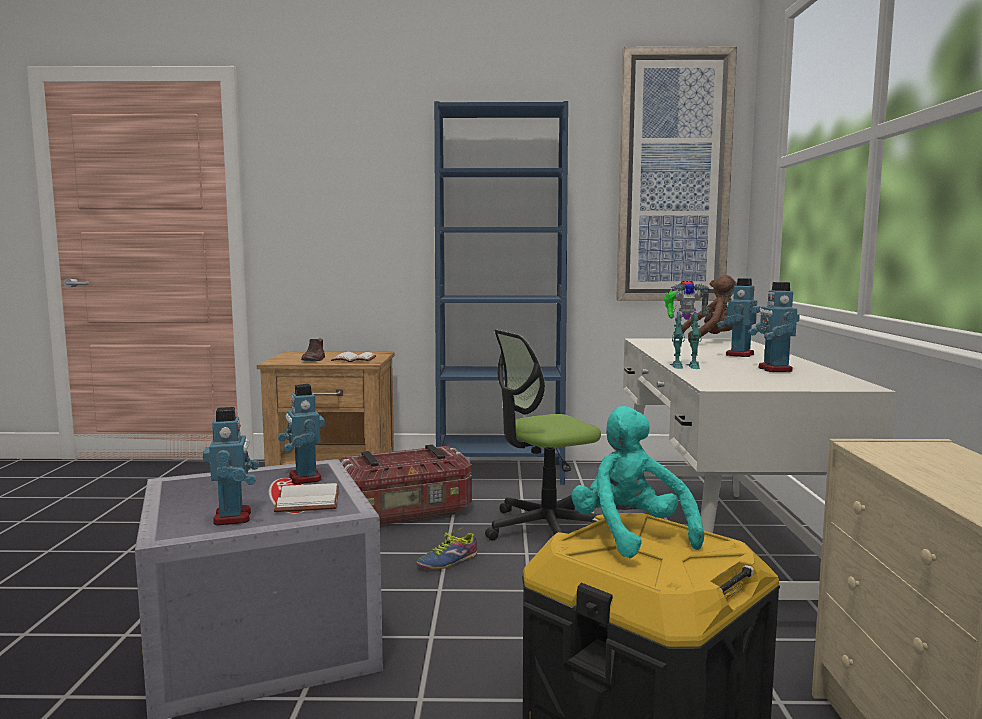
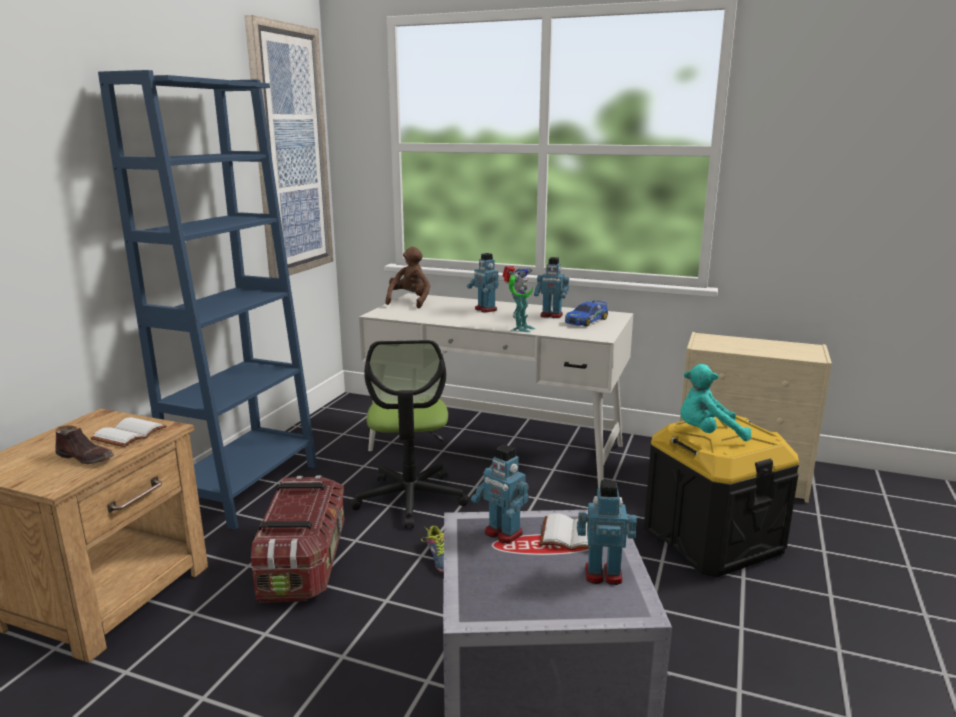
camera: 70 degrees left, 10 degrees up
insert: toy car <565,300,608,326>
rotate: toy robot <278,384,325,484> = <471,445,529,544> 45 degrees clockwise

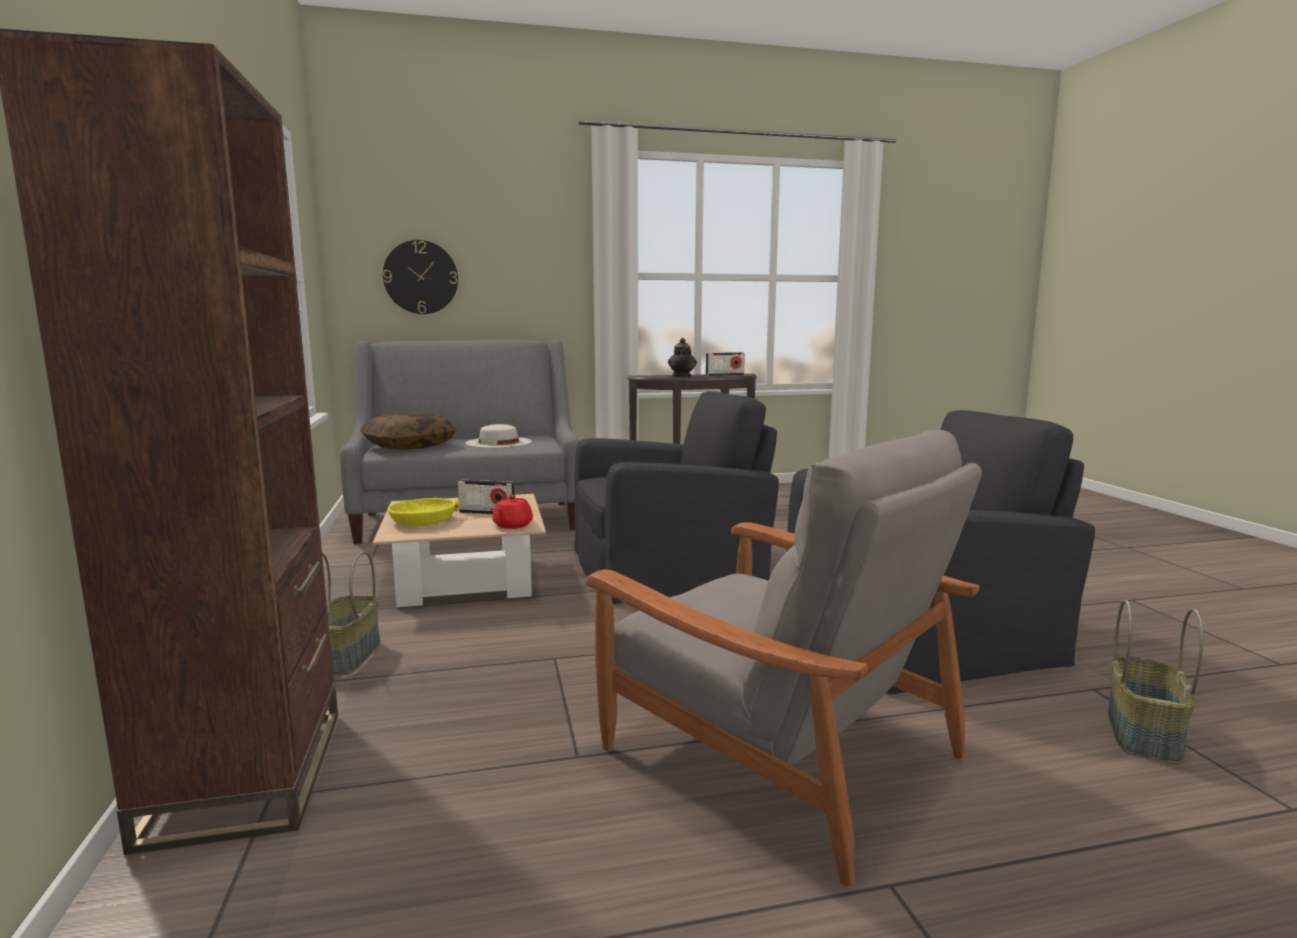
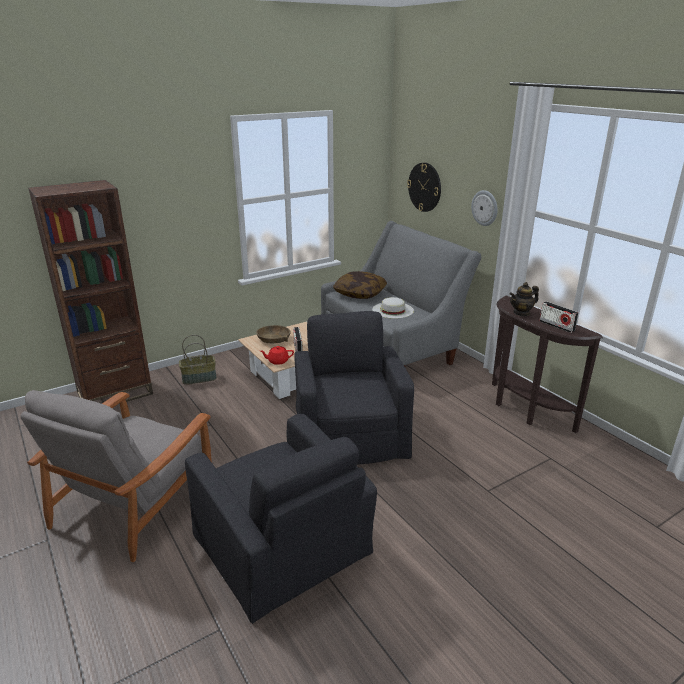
camera: 70 degrees right, 15 degrees up
delete: basket <1108,600,1203,764>
insert: wall clock <471,190,498,226>
recolor: bowl (yellow) <387,498,460,527> to bowl (brown) <256,325,290,343>
rotate: armchair (black) <574,391,779,604> = <294,311,414,465> 150 degrees counterclockwise

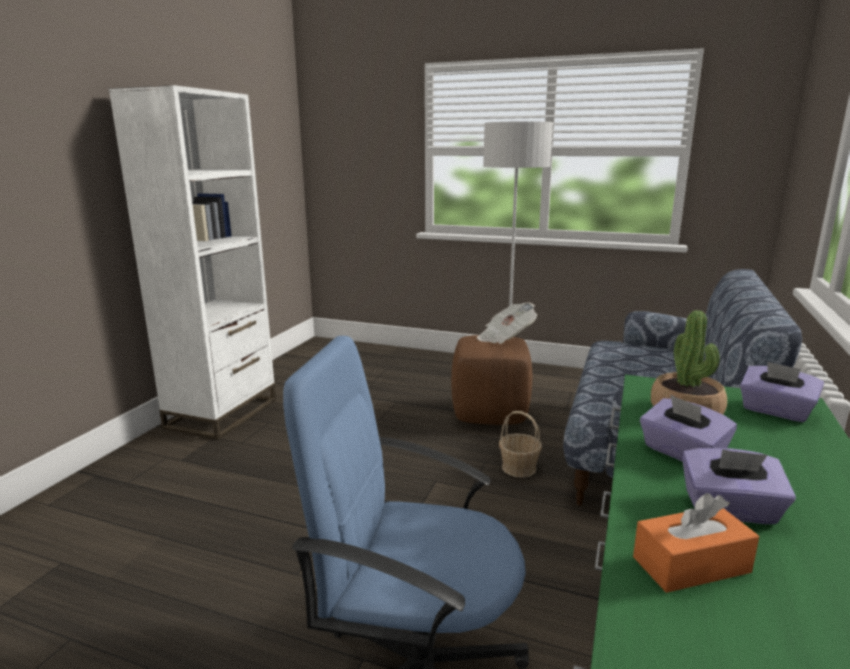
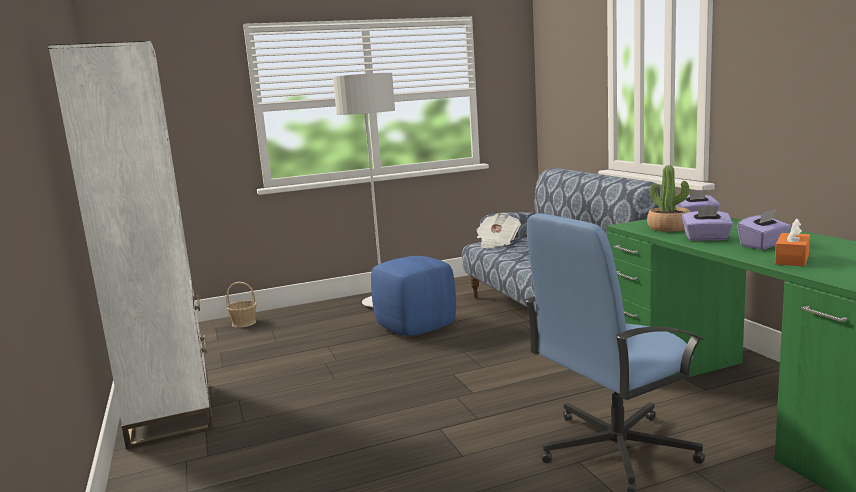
camera: 40 degrees left, 5 degrees down
move: newspaper <477,303,537,344> to <477,213,521,248>; basket <499,411,542,477> to <226,282,257,328>
recolor: ottoman (brown) <451,335,532,425> to ottoman (blue) <371,256,456,336>

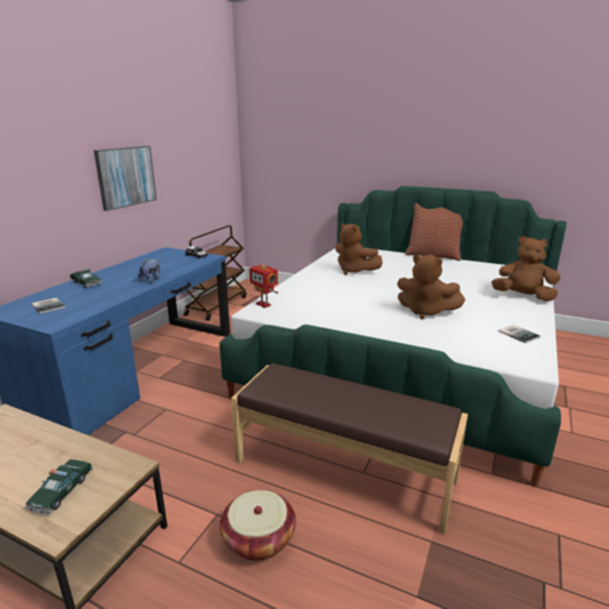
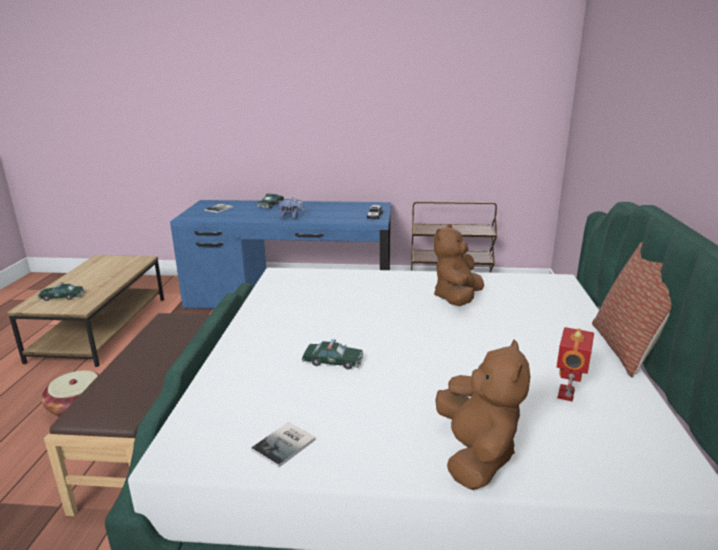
camera: 70 degrees right, 0 degrees up
delete: picture <94,146,157,211>
move: toy robot <249,264,278,308> to <557,327,594,402>
replace: plush toy (brown) <397,254,465,319> to toy car <302,339,363,369>

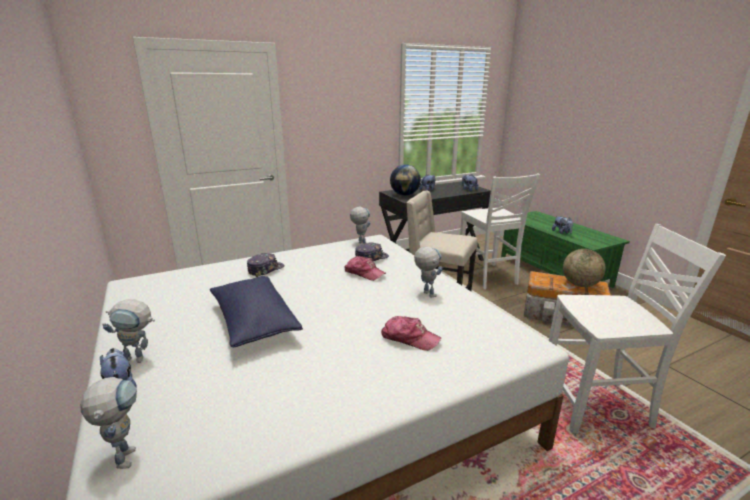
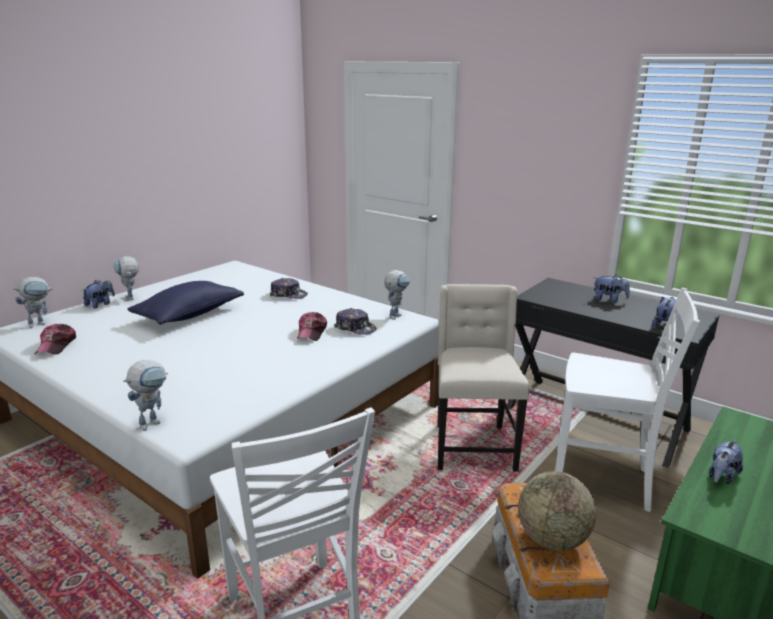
camera: 65 degrees right, 0 degrees up
delete: globe <390,164,421,196>
move: cap <381,316,441,351> to <35,324,76,354>; toy robot <414,246,443,297> to <123,360,168,431>
rotate: chair (white) <460,173,540,290> = <555,288,700,512> 120 degrees counterclockwise

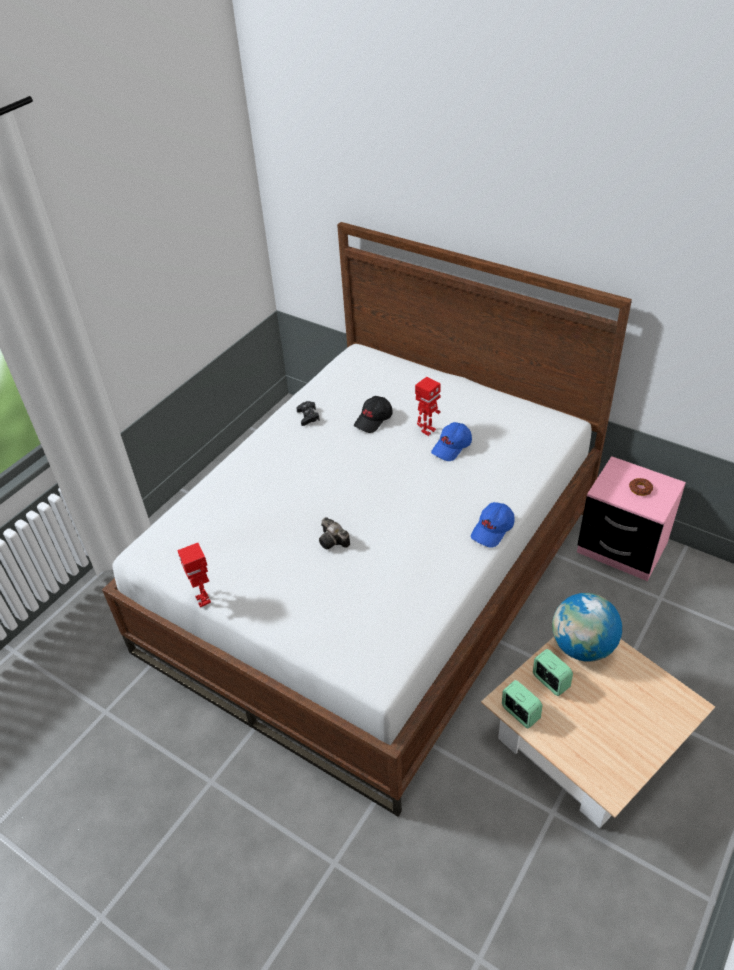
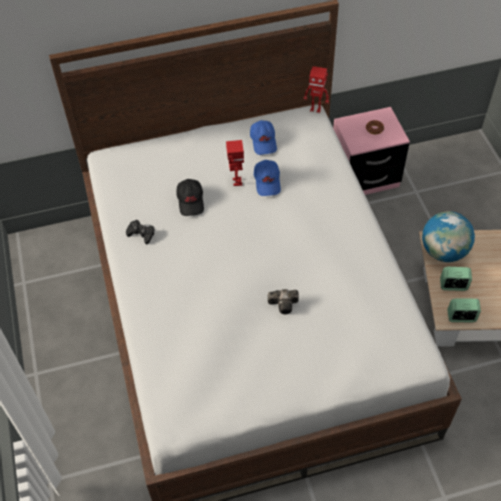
camera: 50 degrees left, 10 degrees up
move: toy robot <177,543,211,608> to <303,66,329,113>; cap (blue) <471,502,515,548> to <250,120,277,155>

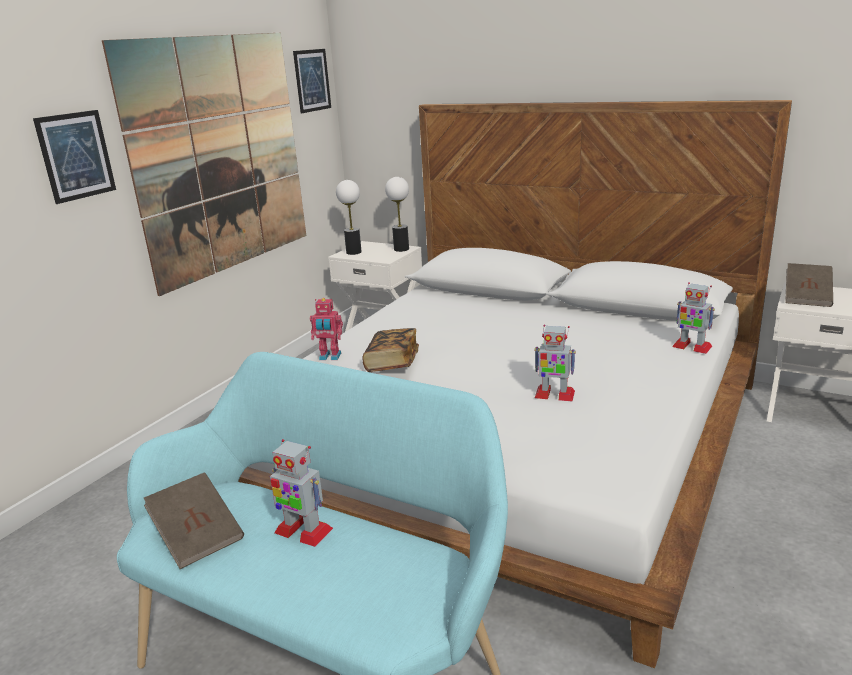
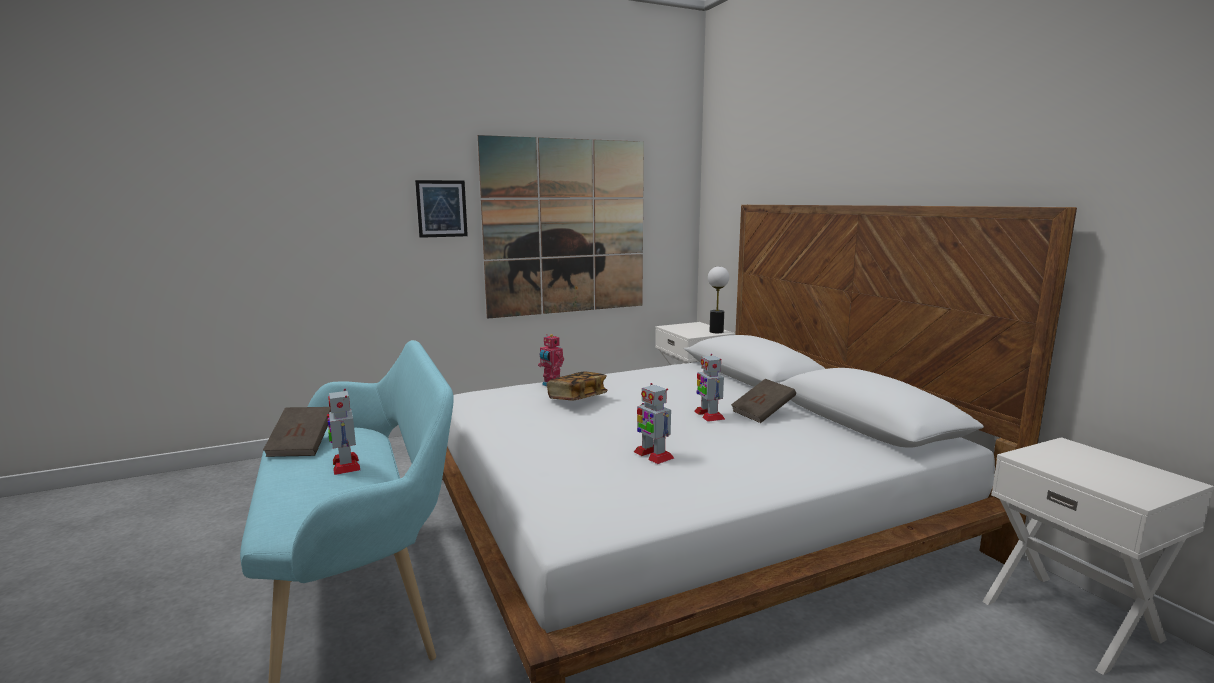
camera: 35 degrees right, 10 degrees down
delete: picture <293,49,331,113>; table lamp <336,180,362,255>
move: toy robot <672,282,715,354> to <695,354,725,422>; book (brown) <785,263,833,307> to <731,379,796,423>

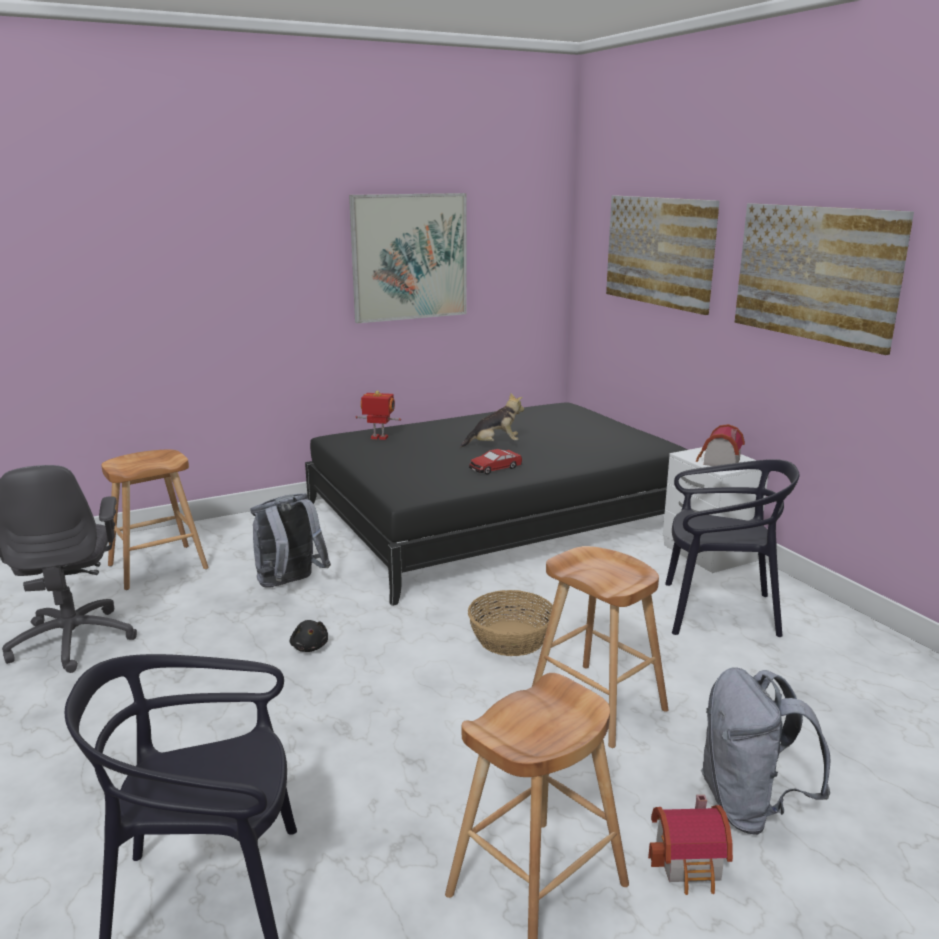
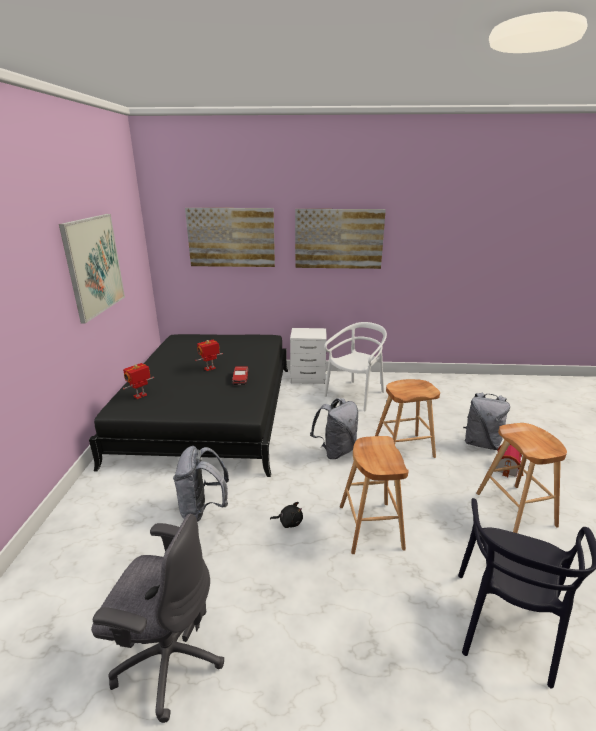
camera: 60 degrees left, 5 degrees up
delete: toy house <696,424,745,466>
move: stool (brown) <101,450,209,590> to <340,436,409,554>
replace: plush toy <460,393,524,448> to toy robot <195,340,223,371>; basket <468,590,553,656> to backpack (grey) <310,398,358,459>
recolor: chair (black) <665,459,799,637> to chair (white) <324,322,387,412>

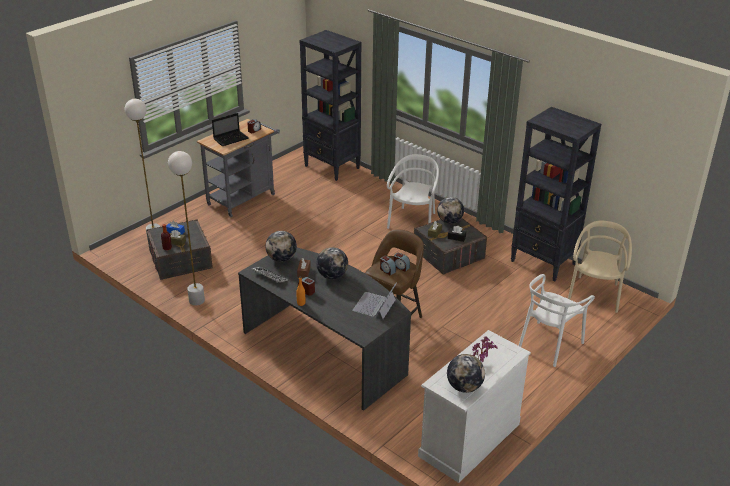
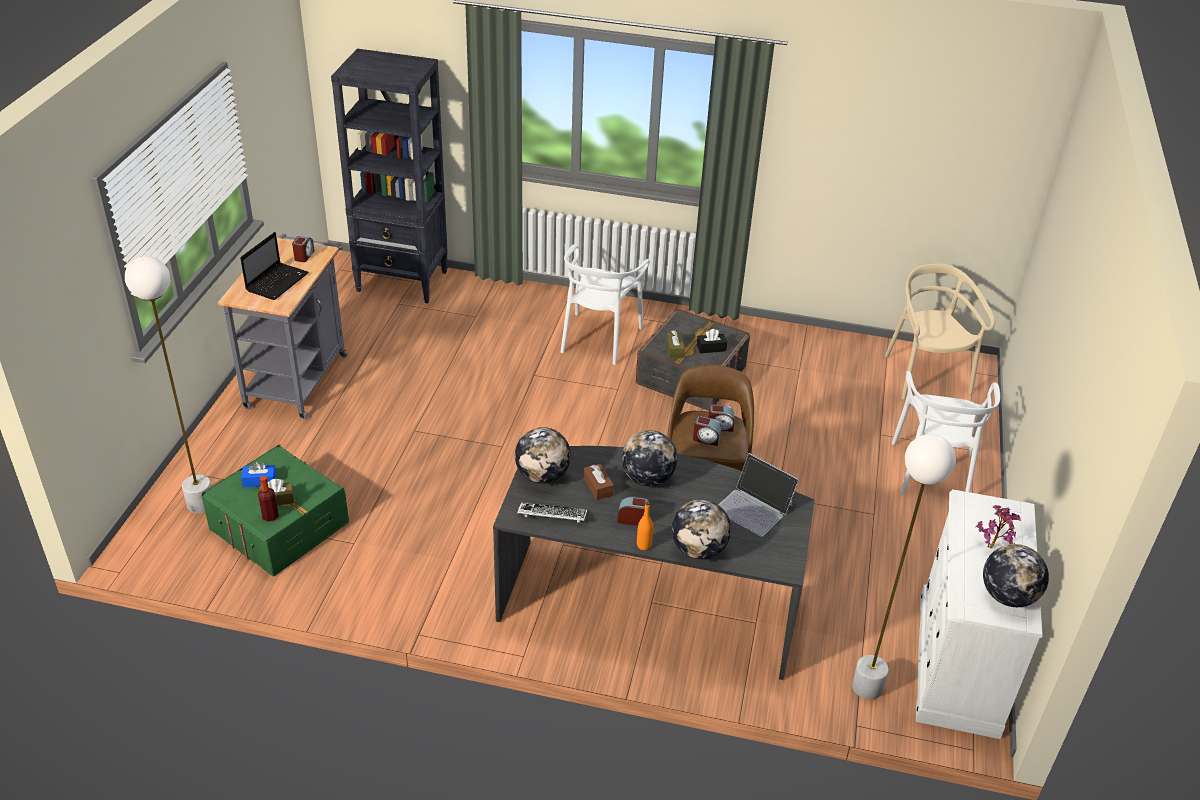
camera: 30 degrees left, 5 degrees up
delete: bookcase (black) <511,107,601,282>
move: floor lamp (white) <168,151,205,306> to <852,434,956,700>; globe <437,197,464,224> to <671,499,731,559>
recolor: storage box (grey) <146,219,213,280> to storage box (green) <202,444,349,577>
rotate: laptop <352,282,397,319> = <719,453,799,537> 45 degrees counterclockwise; chair (white) <387,154,439,229> = <561,244,650,365> 150 degrees counterclockwise

